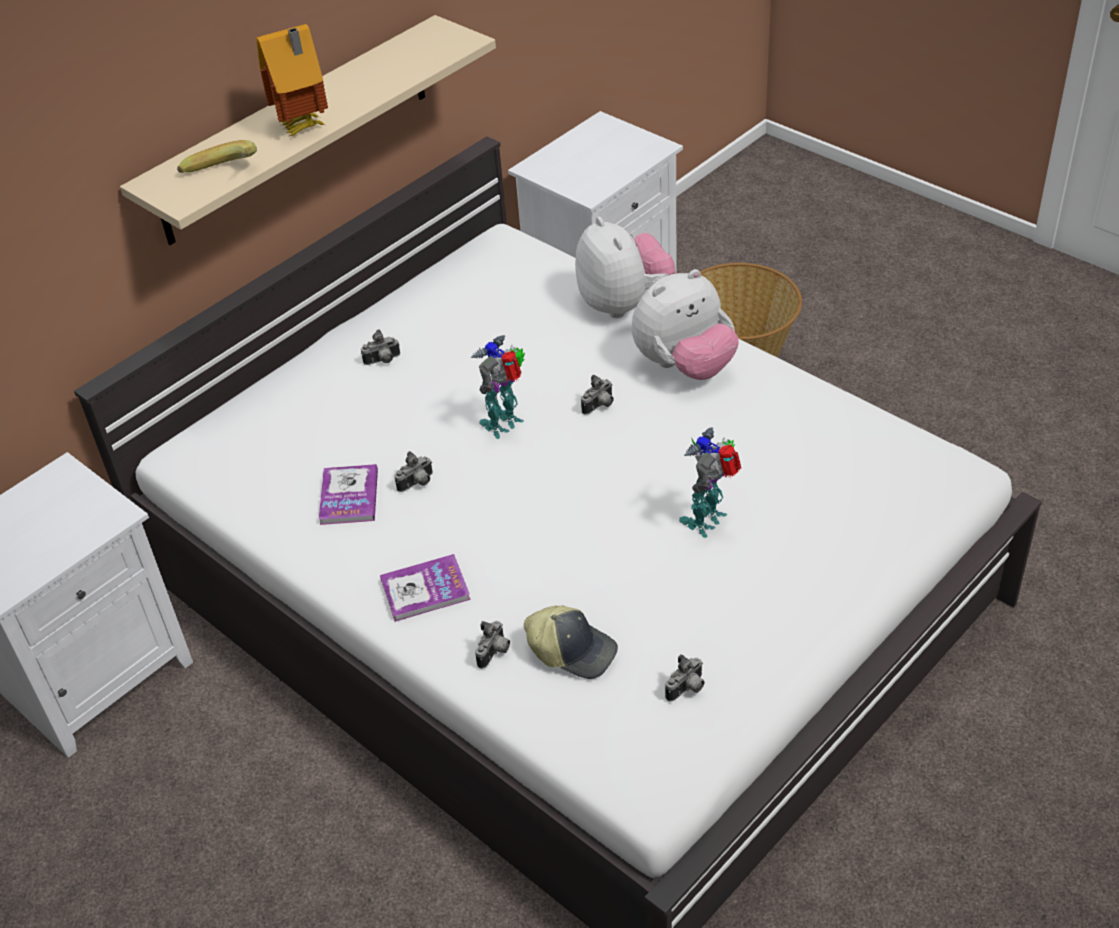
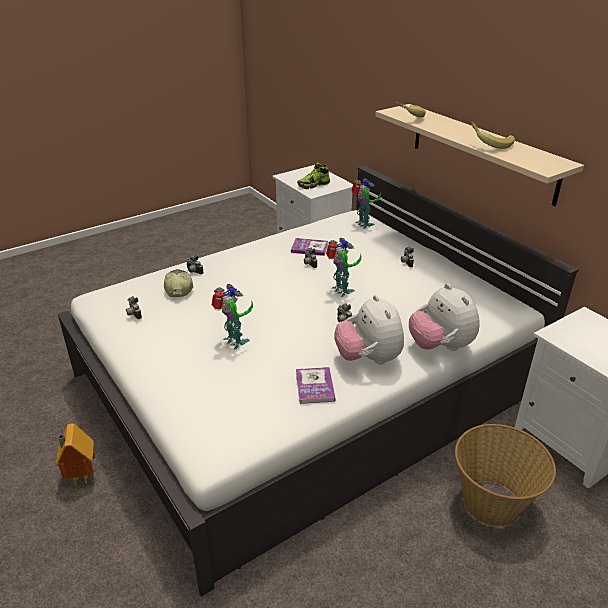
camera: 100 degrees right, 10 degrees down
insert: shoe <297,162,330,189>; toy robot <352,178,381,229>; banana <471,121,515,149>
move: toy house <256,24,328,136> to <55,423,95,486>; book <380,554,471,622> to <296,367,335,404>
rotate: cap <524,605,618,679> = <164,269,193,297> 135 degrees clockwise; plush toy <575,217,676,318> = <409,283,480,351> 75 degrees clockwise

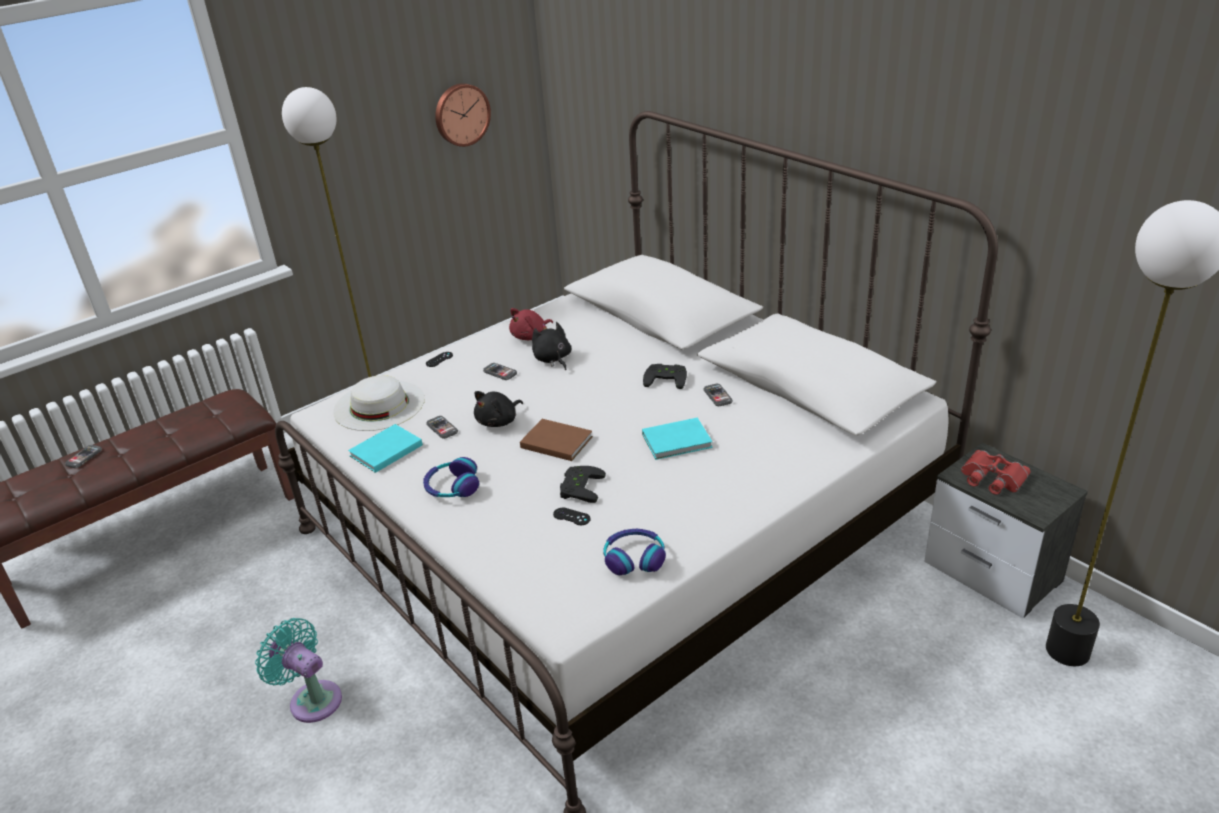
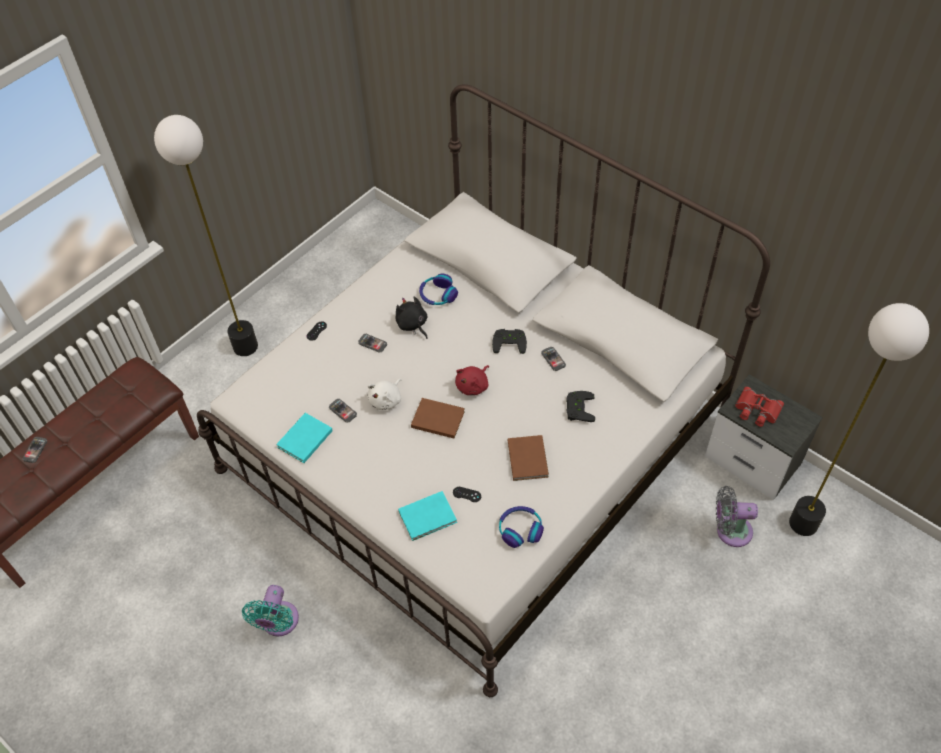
camera: 10 degrees left, 20 degrees up
delete: hat (white) <333,375,425,431>; wall clock <435,83,491,147>
insert: book (brown) <508,435,549,481>; fan (grey) <716,486,758,547>
move: headphones <423,457,479,497> to <419,274,458,305>; plush toy (red) <509,308,553,340> to <455,365,489,395>; game controller (black) <560,466,606,503> to <566,391,595,422>; book (turquoise) <642,418,713,460> to <398,491,457,541>
recolor: plush toy (black) <474,391,523,427> to plush toy (white) <367,379,402,410>
rotate: fan (turquoise) <255,618,342,723> = <242,585,299,636> 105 degrees counterclockwise

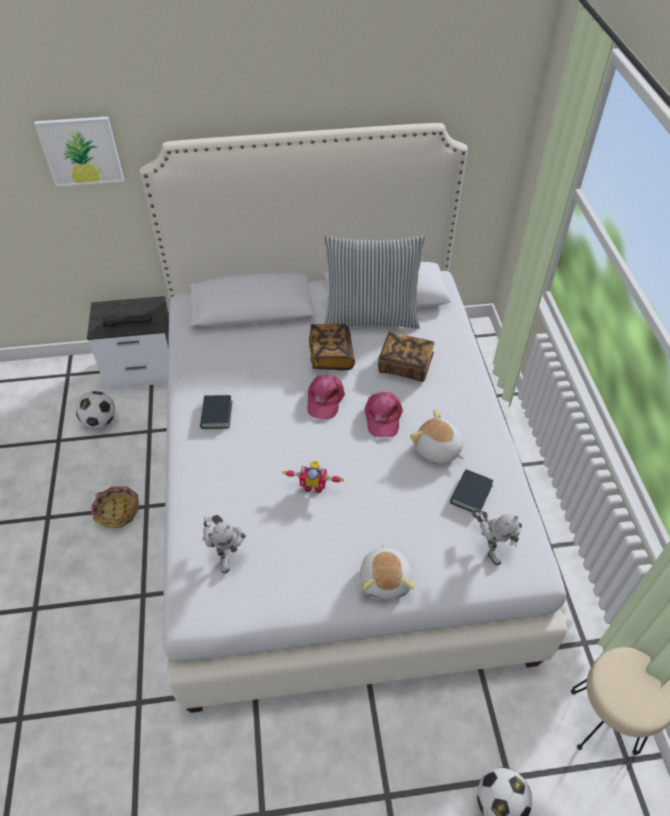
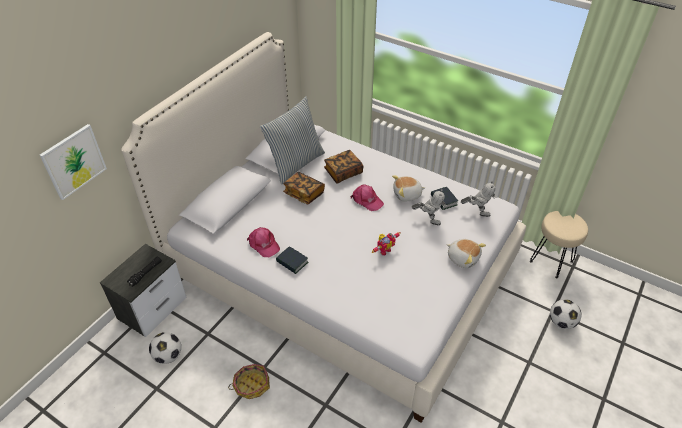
camera: 50 degrees left, 5 degrees down
move: toy robot <203,515,247,573> to <411,189,447,225>; cap (pink) <308,375,345,419> to <247,227,280,257>

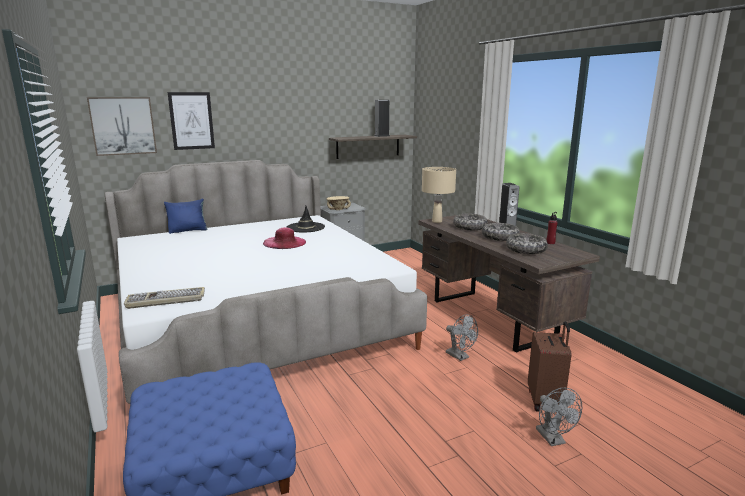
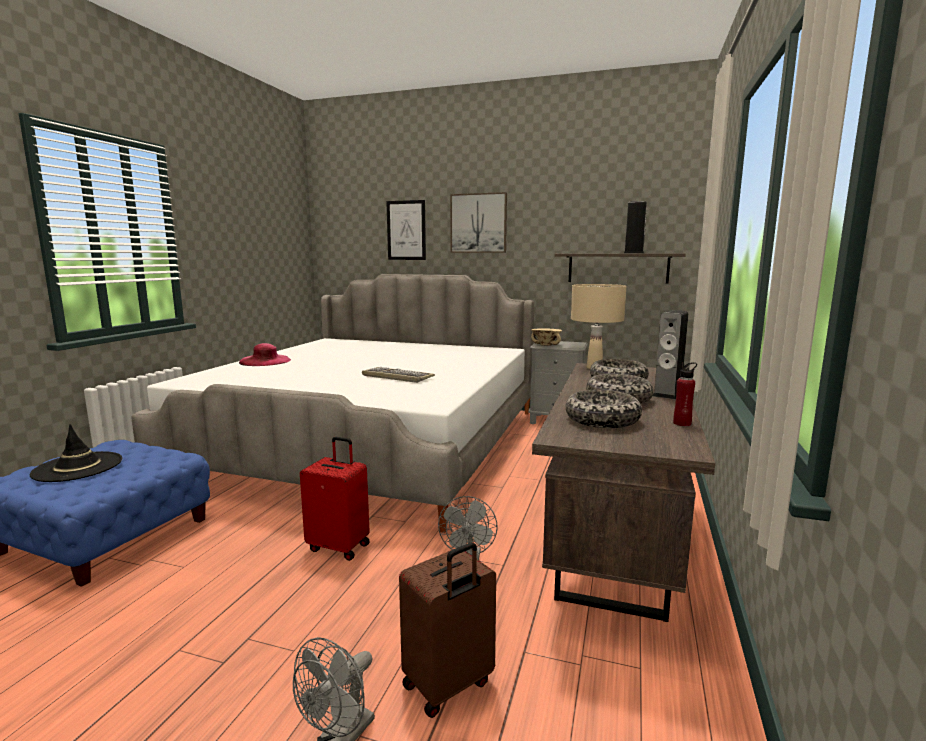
camera: 45 degrees right, 5 degrees down
delete: pillow (blue) <164,199,207,234>
insert: suitcase (red) <300,437,370,561>
move: picture <87,97,157,156> to <450,192,507,253>; keyboard <124,287,205,309> to <362,367,435,383>; hat (pink) <263,227,306,249> to <239,343,291,366>; hat (black) <287,206,325,232> to <30,424,122,482>

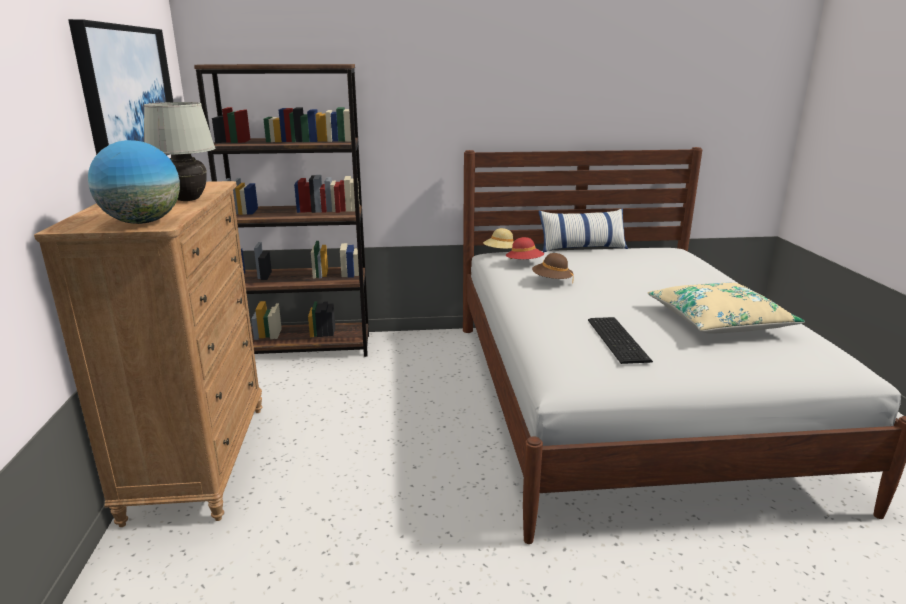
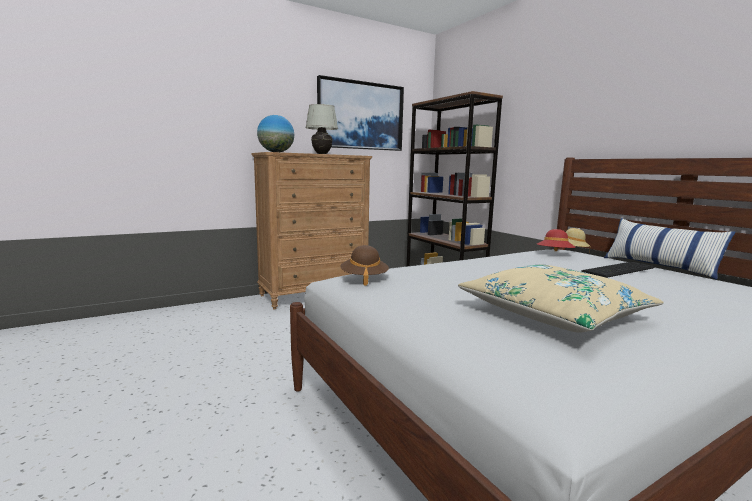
camera: 65 degrees right, 10 degrees down
move: hat (brown) <532,253,574,284> to <341,245,389,286>; keyboard <588,317,653,364> to <581,262,654,278>

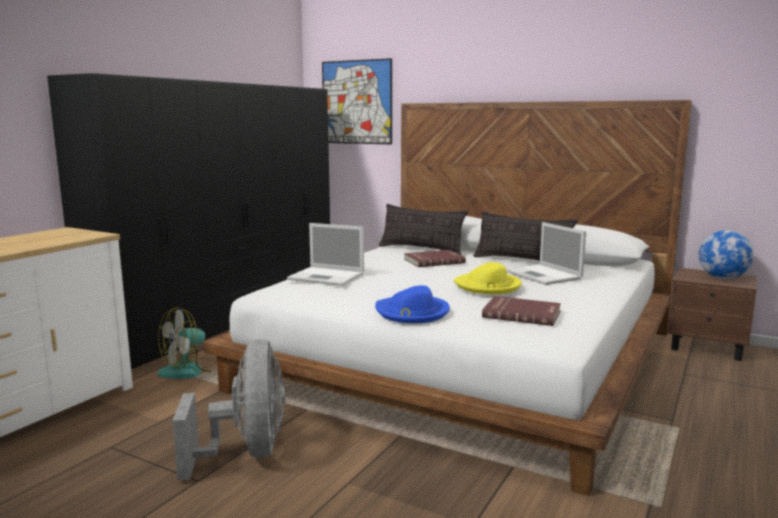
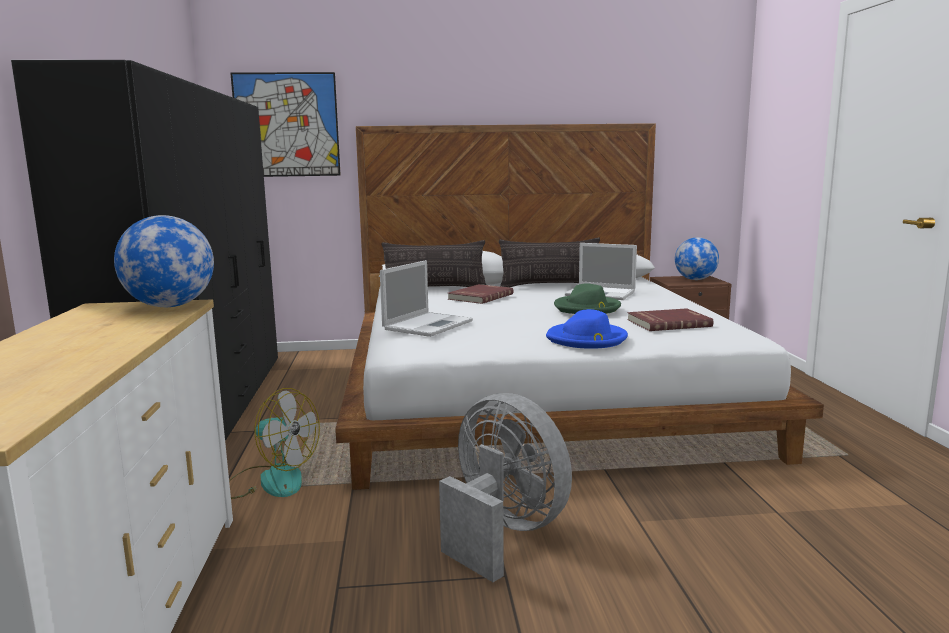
camera: 35 degrees left, 0 degrees up
insert: globe <114,215,214,307>
recolor: hat (yellow) <454,262,522,294> to hat (green) <554,283,621,314>
rotate: fan <157,307,217,379> = <229,388,320,499> 75 degrees counterclockwise; laptop <287,223,364,286> = <380,260,473,337> 45 degrees counterclockwise

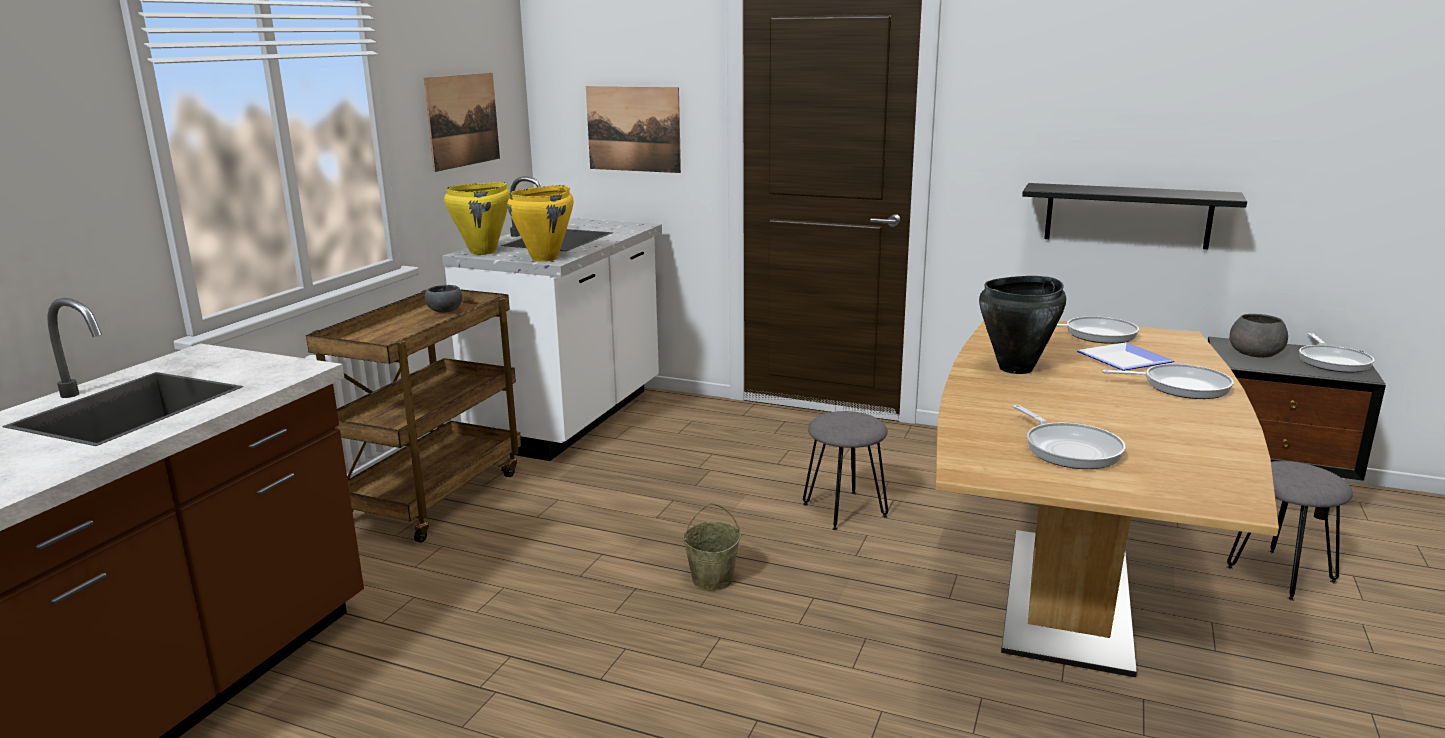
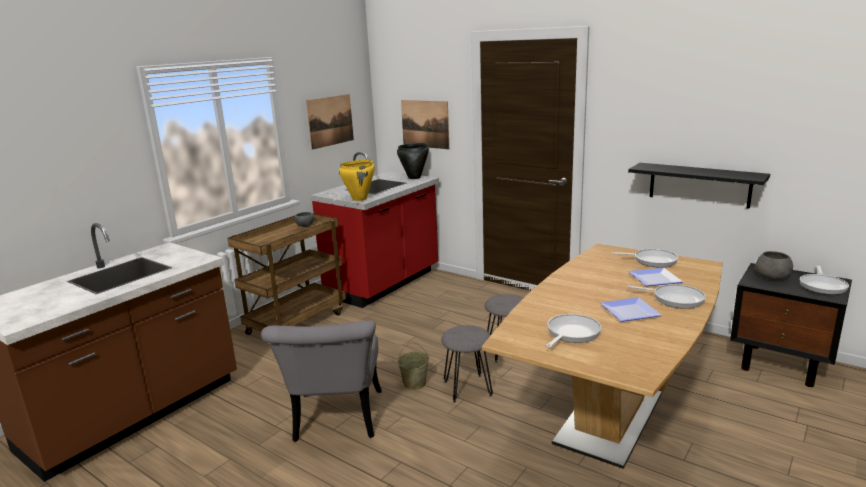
camera: 15 degrees right, 0 degrees up
delete: cooking pot (yellow) <444,182,510,255>
insert: chair (grey) <261,321,382,442>; plate <600,297,662,322>
move: cooking pot (black) <979,276,1066,374> to <397,143,429,179>; stool (grey) <1227,461,1353,601> to <441,325,493,403>
recolor: counter (white) <442,176,662,461> to counter (red) <311,152,439,308>
rotate: frying pan <1013,405,1126,469> = <546,314,601,348> 135 degrees counterclockwise

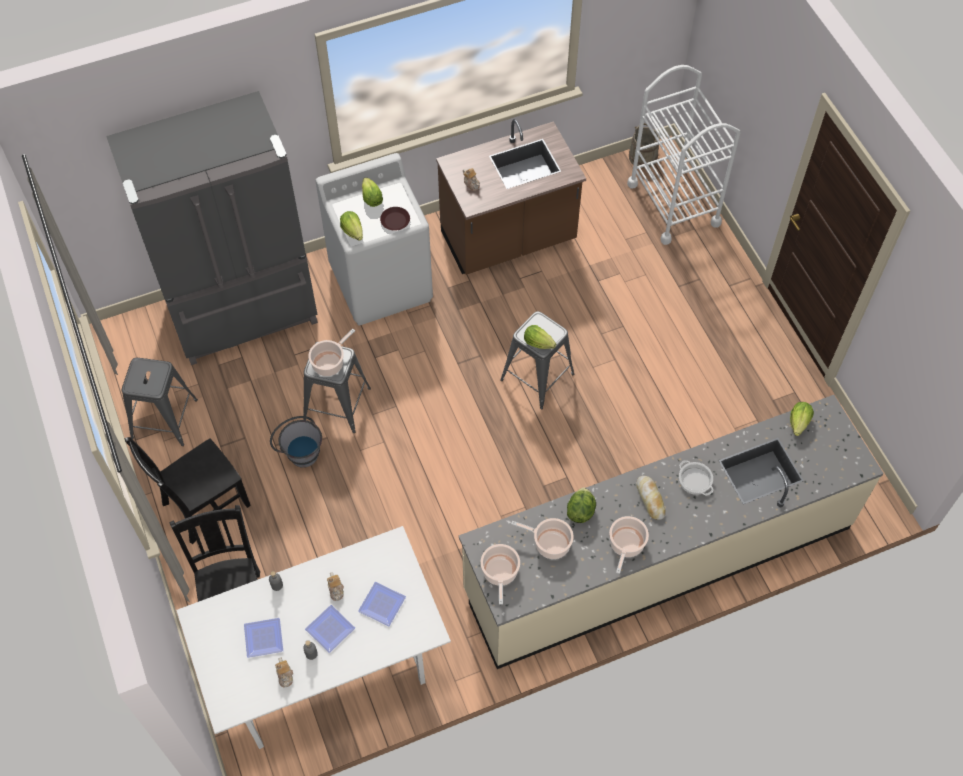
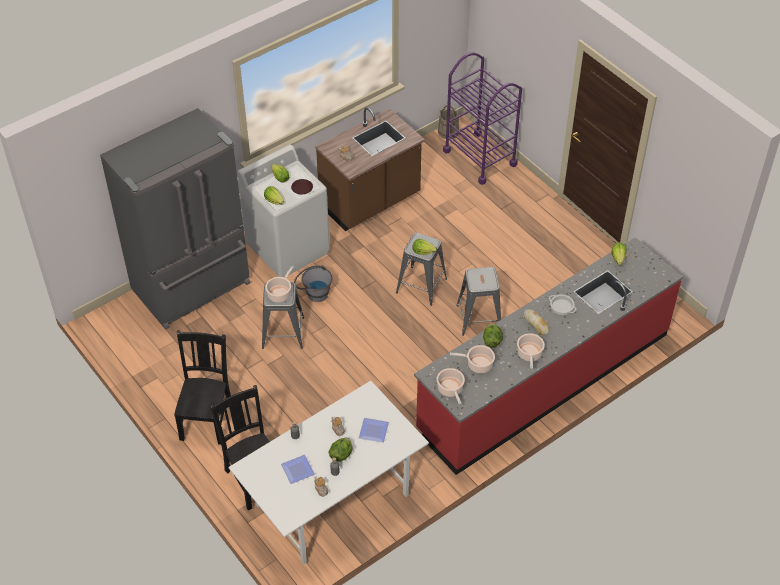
camera: 15 degrees left, 10 degrees down
move: stool (grey) <122,358,198,446> to <456,267,501,336>; bucket (grey) <270,416,322,468> to <294,265,333,302>
replace: plate <305,605,355,653> to lettuce <328,438,353,462>
recolor: counter (beige) <459,395,884,669> to counter (red) <414,237,683,475>; cart (white) <627,65,741,245> to cart (purple) <443,52,522,185>
rotate: chair (black) <124,437,251,544> = <174,330,231,445> 150 degrees clockwise

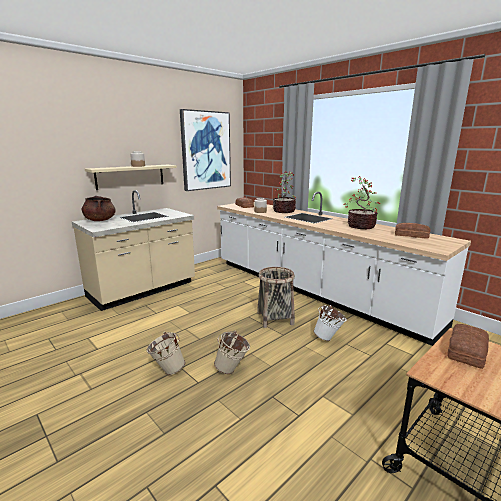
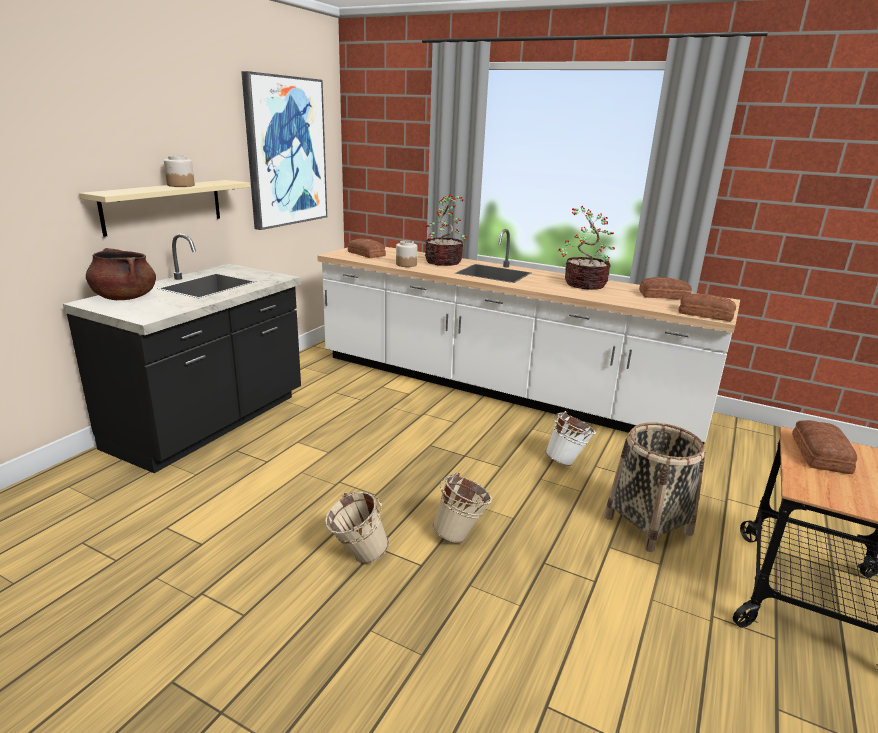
camera: 20 degrees left, 5 degrees up
insert: bread <679,294,736,322>
move: basket <257,267,295,328> to <604,423,706,552>
recolor: counter (beige) <72,190,195,311> to counter (black) <63,234,301,473>

